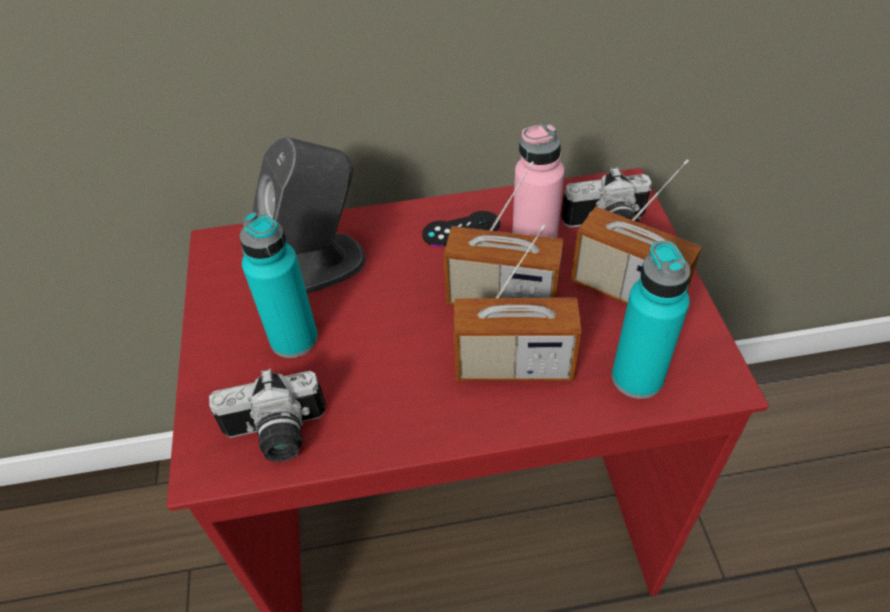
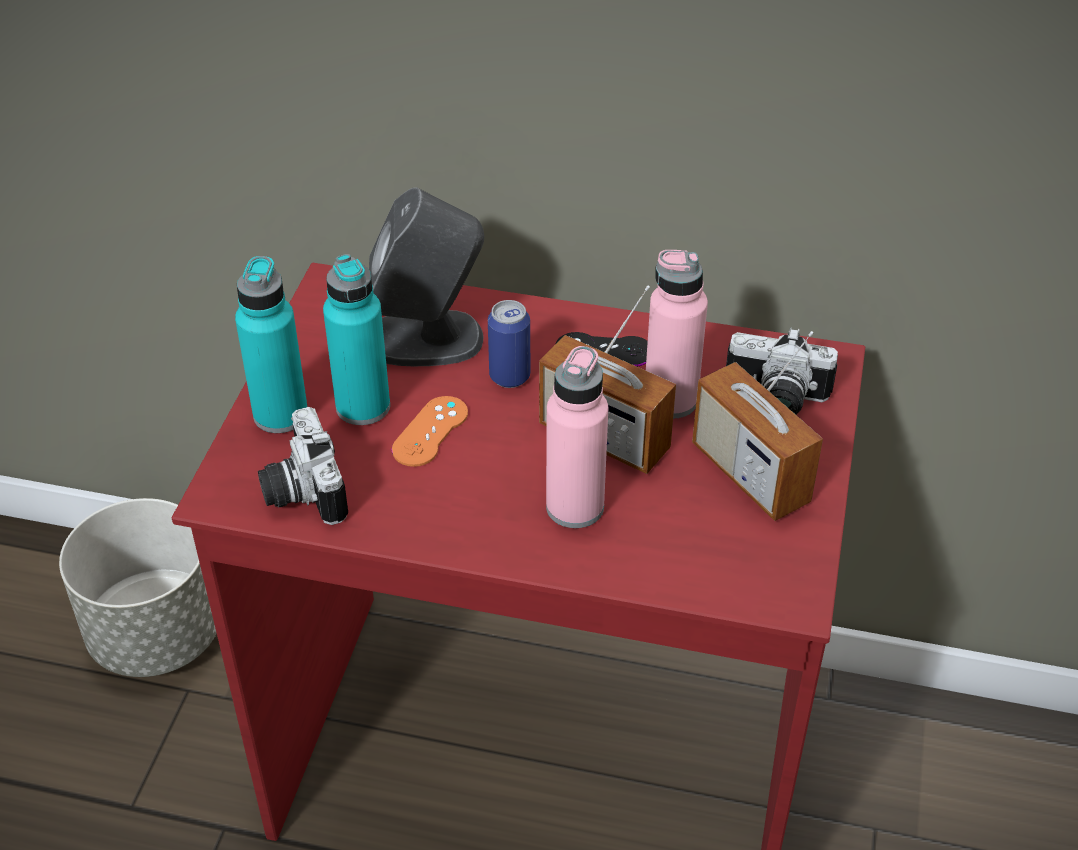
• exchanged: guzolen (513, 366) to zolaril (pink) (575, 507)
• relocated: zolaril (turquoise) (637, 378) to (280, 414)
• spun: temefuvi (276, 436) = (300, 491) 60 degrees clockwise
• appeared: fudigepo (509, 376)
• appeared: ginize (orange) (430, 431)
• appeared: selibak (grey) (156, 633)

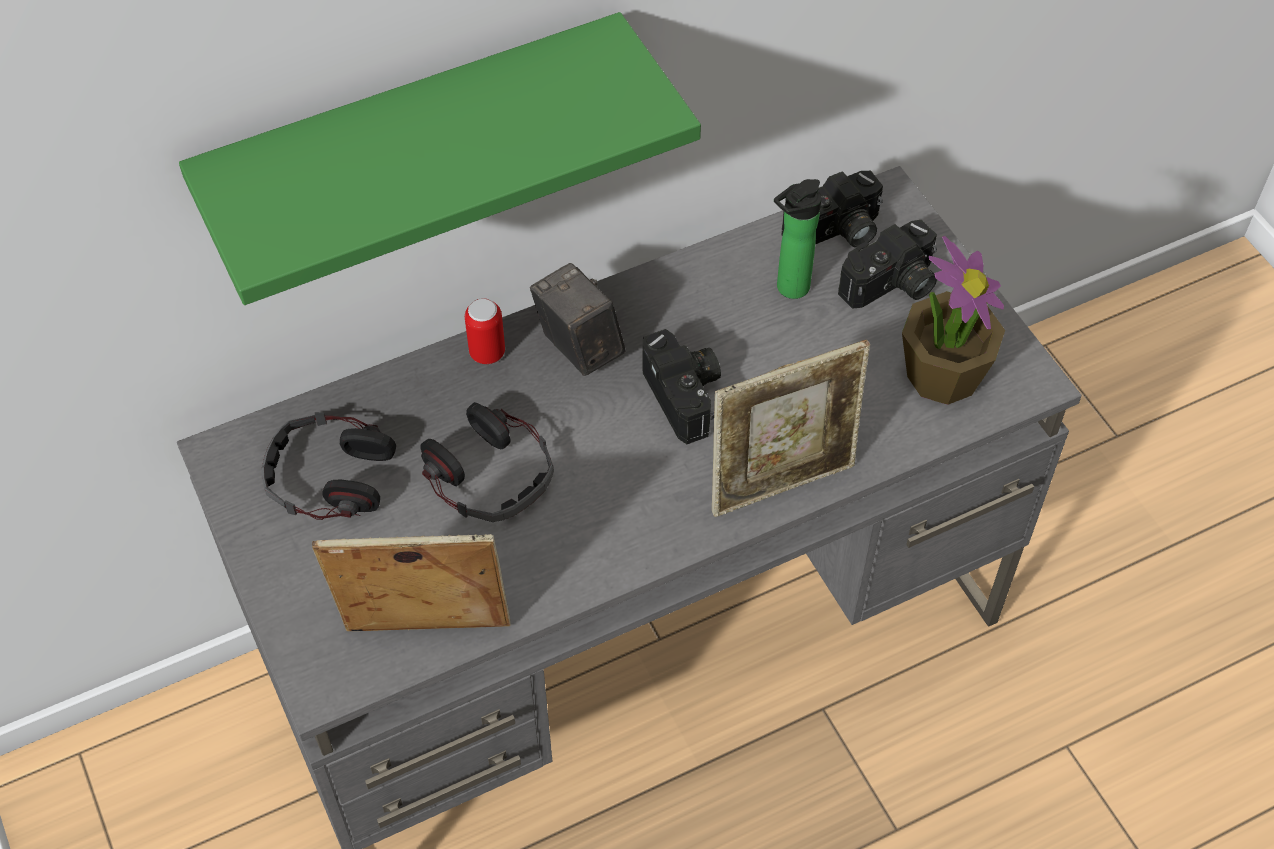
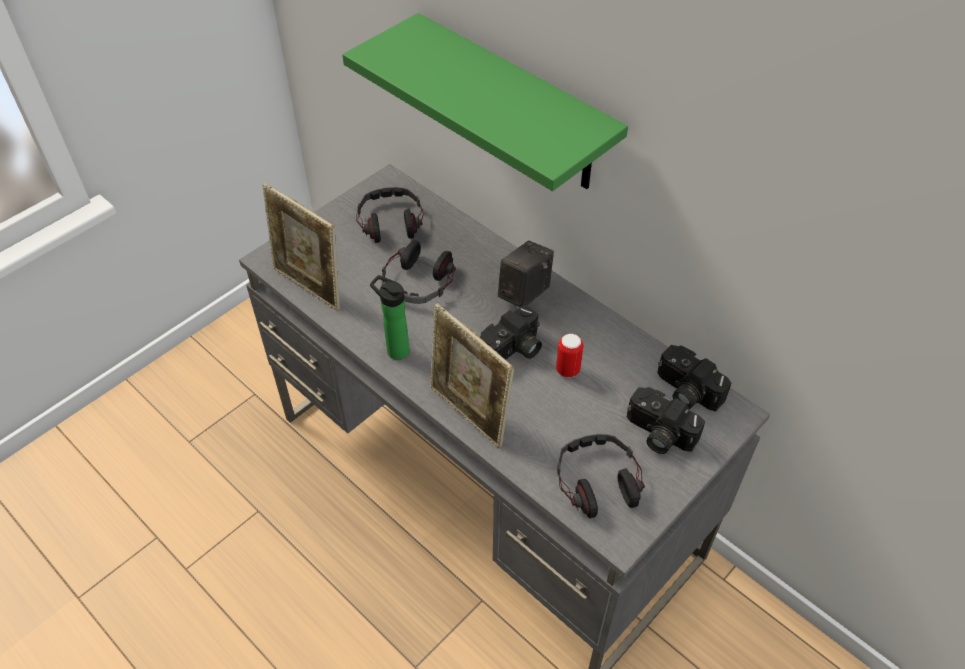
• relocated: zolaril (789, 289) to (395, 350)
• exchanged: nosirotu (942, 375) to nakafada (597, 481)
• relocated: fudigepo (487, 353) to (567, 370)
• spun: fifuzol (426, 633) = (309, 287) 150 degrees clockwise

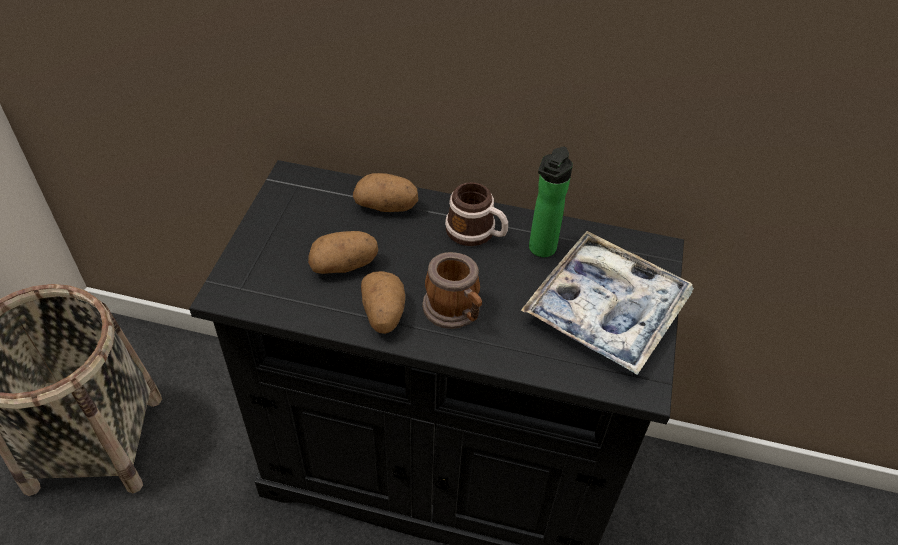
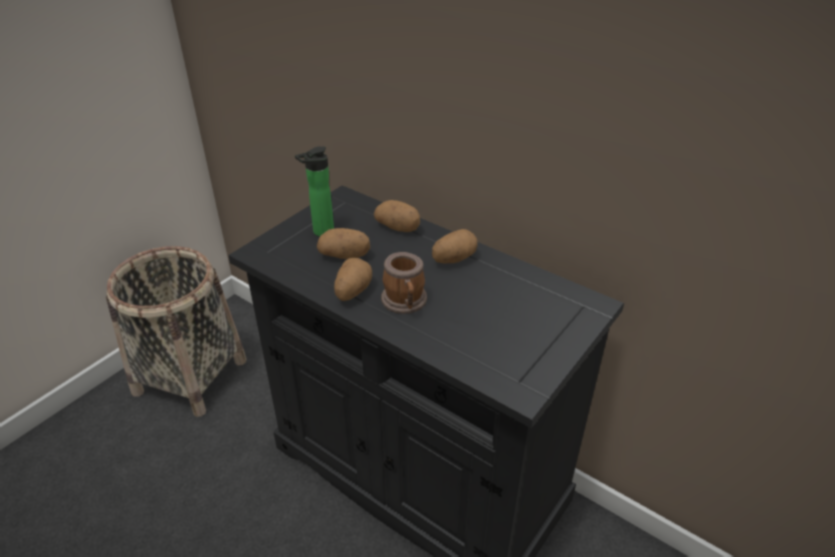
• relocated: zolaril (540, 250) to (320, 232)
• exchanged: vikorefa (476, 233) to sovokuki (454, 259)
• missing: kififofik (606, 310)

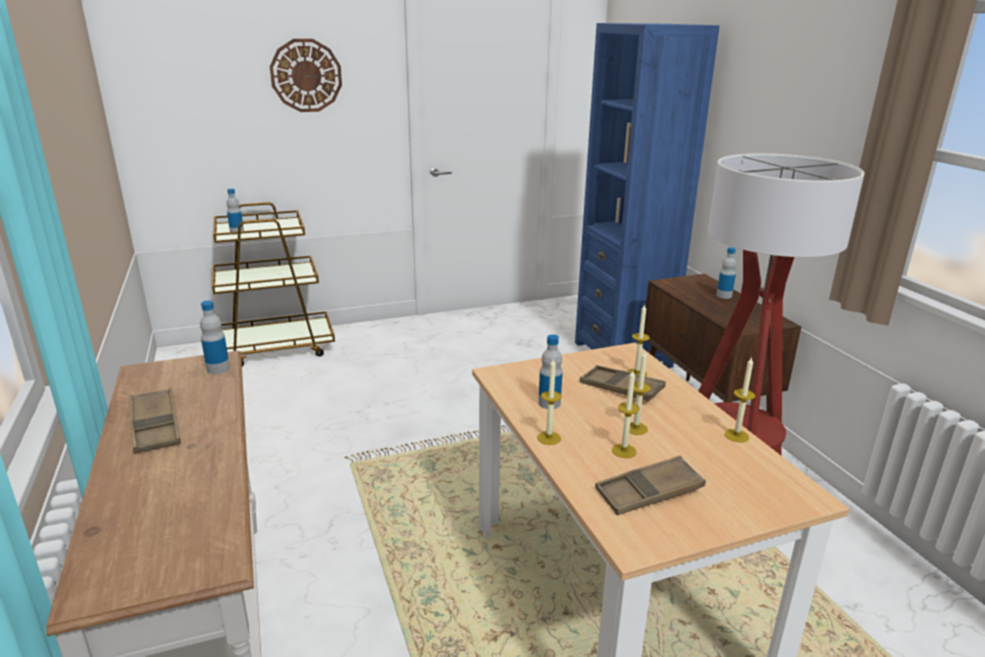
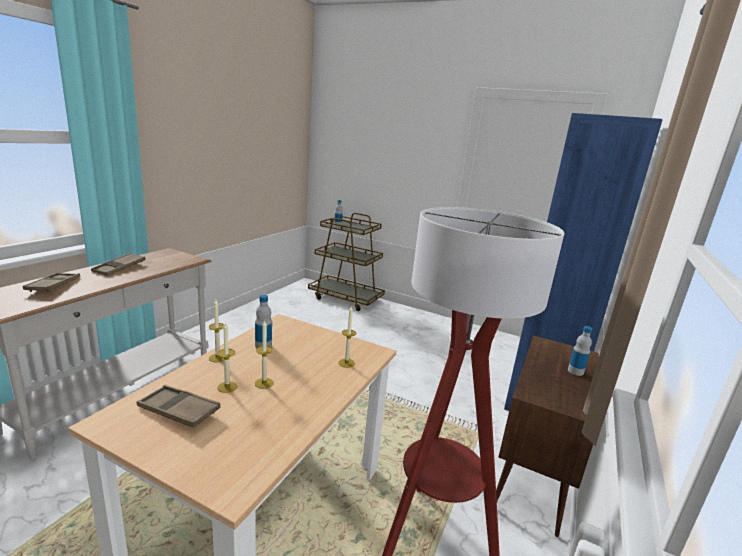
• missing: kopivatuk (306, 75)
• missing: zolaril (218, 369)
• missing: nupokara (736, 435)
• relocated: kififofik (brown) (621, 388) to (54, 285)

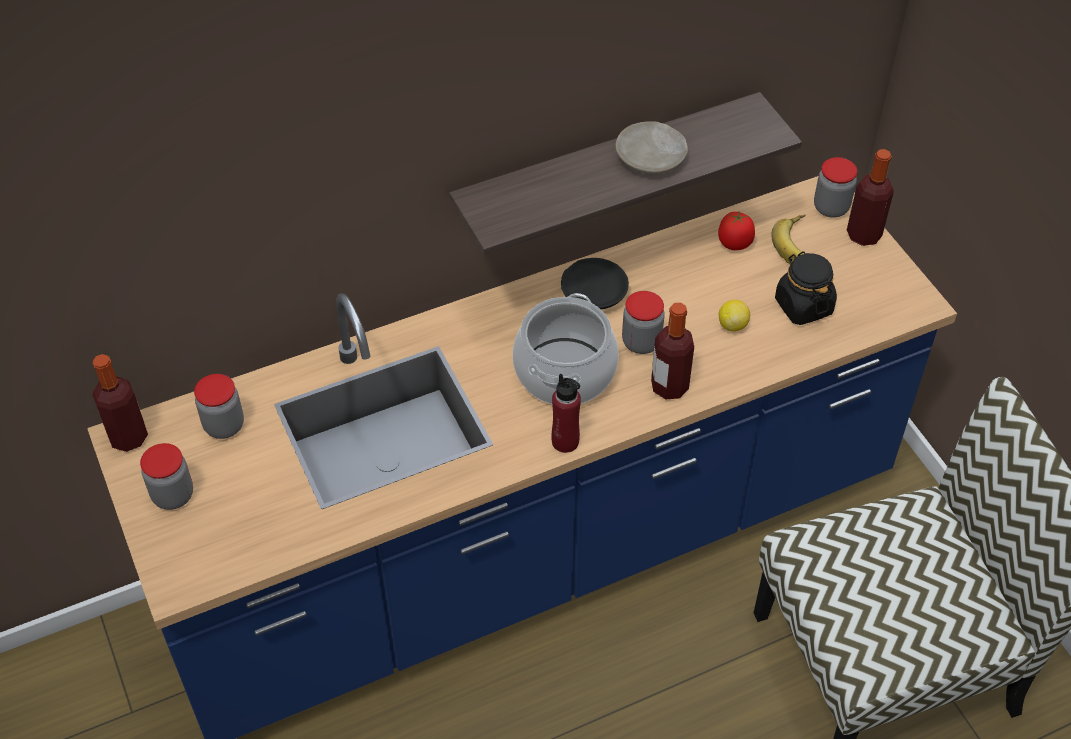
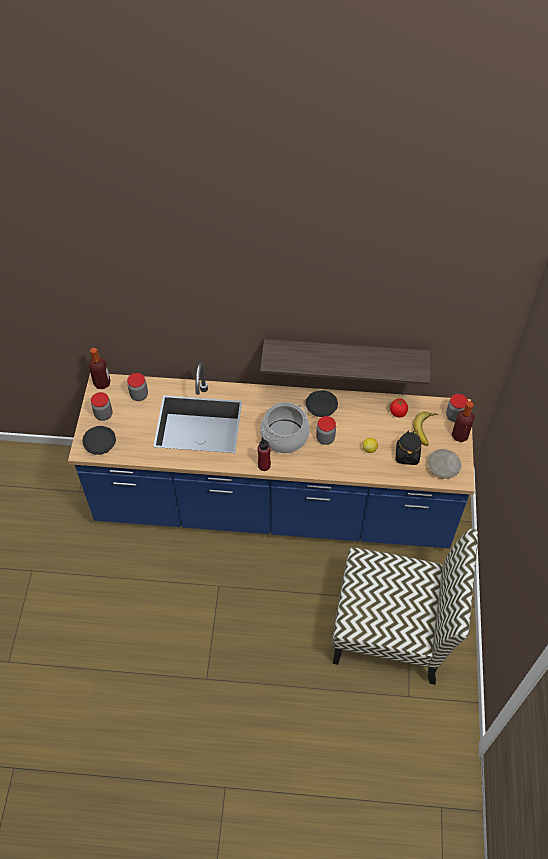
• relocated: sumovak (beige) (651, 157) to (443, 467)
• missing: zolaril (669, 386)
• appeared: sumovak (black) (100, 444)

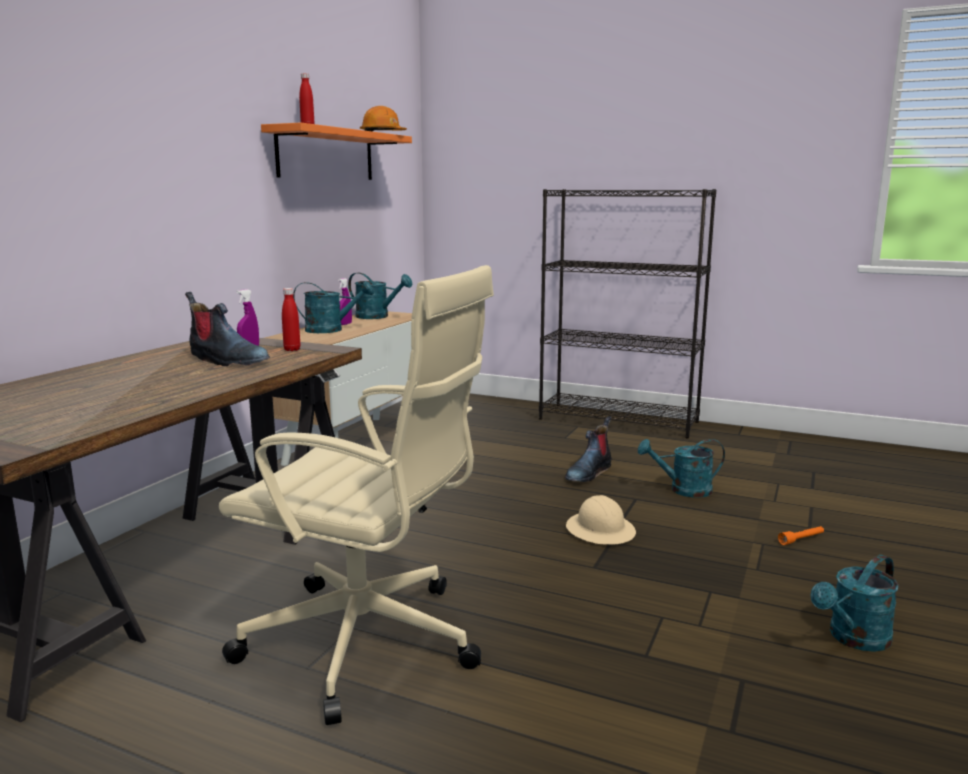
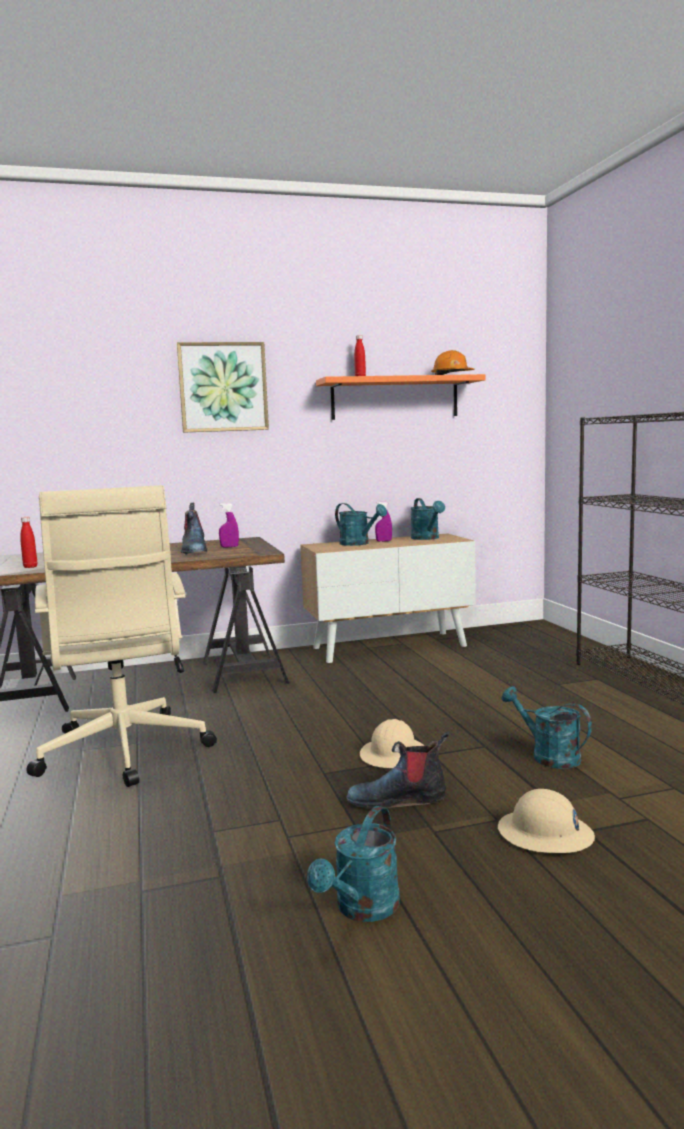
• relocated: zolaril (red) (292, 350) to (30, 567)
• relocated: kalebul (588, 473) to (398, 799)
• exchanged: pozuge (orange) (801, 539) to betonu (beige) (545, 834)
• spun: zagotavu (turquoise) (853, 639) = (362, 909) 75 degrees counterclockwise
• appeared: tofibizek (223, 387)

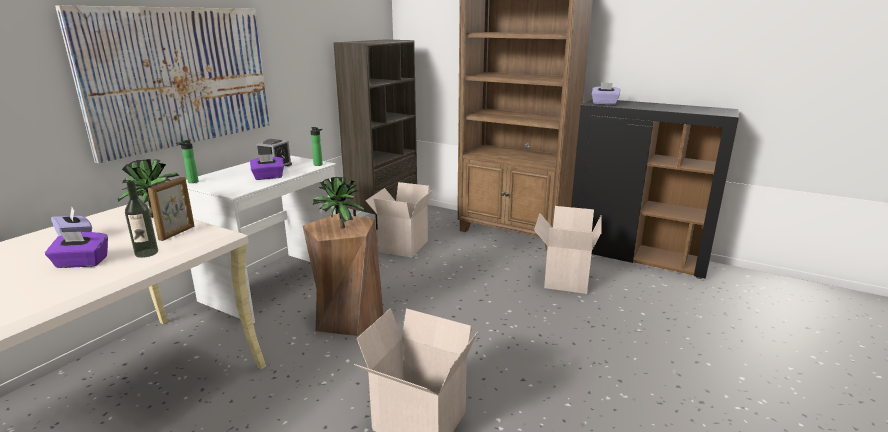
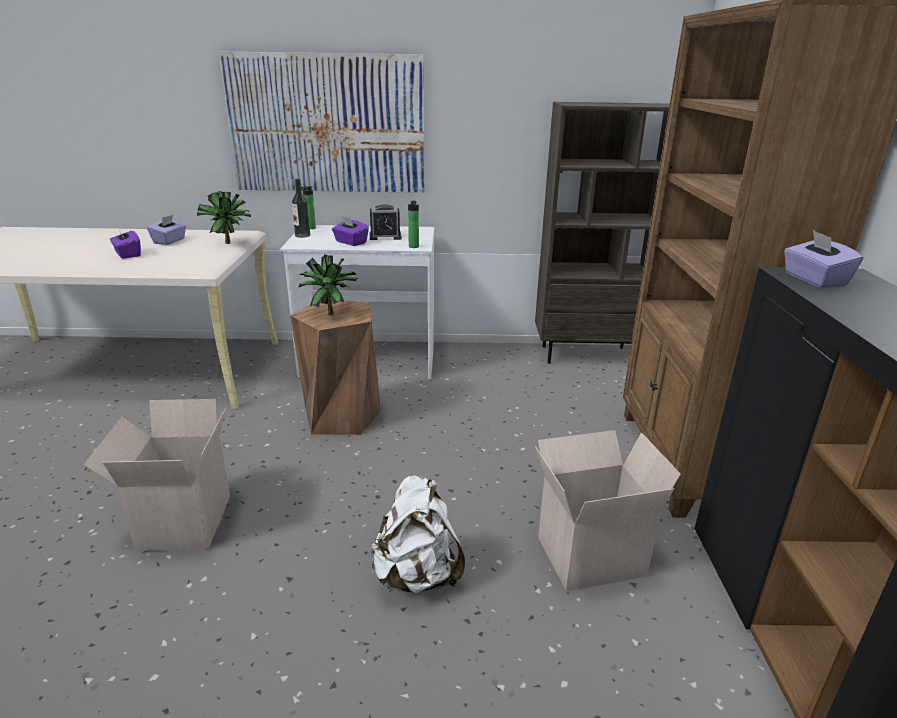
• missing: fifuzol (177, 233)
• relocated: zolaril (146, 253) to (302, 235)
• missing: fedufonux (402, 246)
• appeared: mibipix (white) (417, 575)

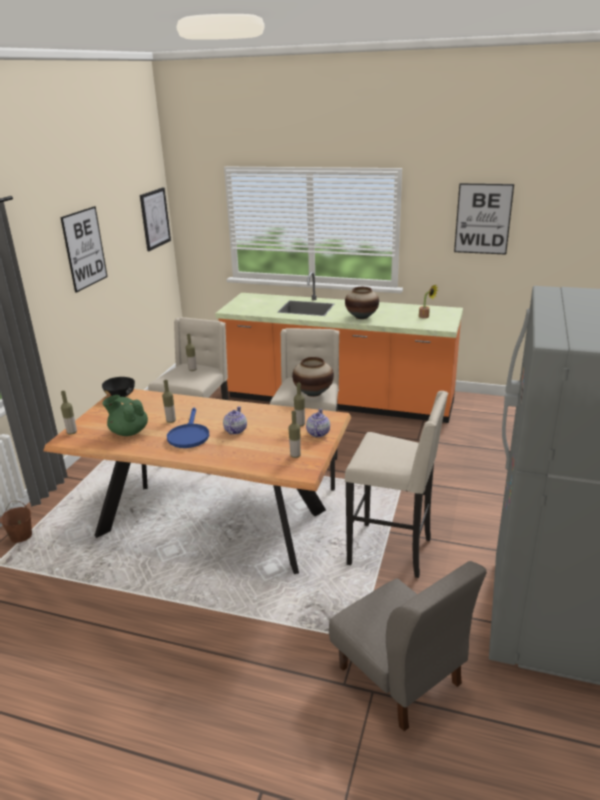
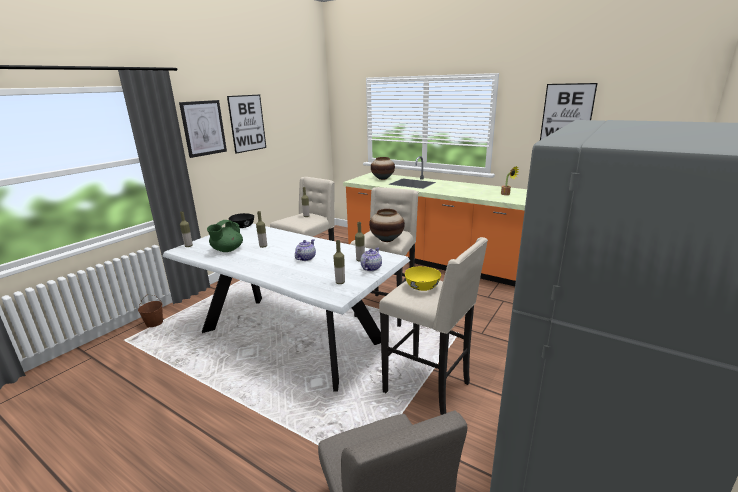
• relocated: tofibizek (155, 219) to (203, 128)
• relocated: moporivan (361, 317) to (383, 178)
• colour: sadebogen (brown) (212, 522) to sadebogen (white) (291, 336)
• spun: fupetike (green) (128, 432) = (227, 250) 105 degrees counterclockwise
• missing: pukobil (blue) (189, 435)
• appeared: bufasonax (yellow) (422, 287)

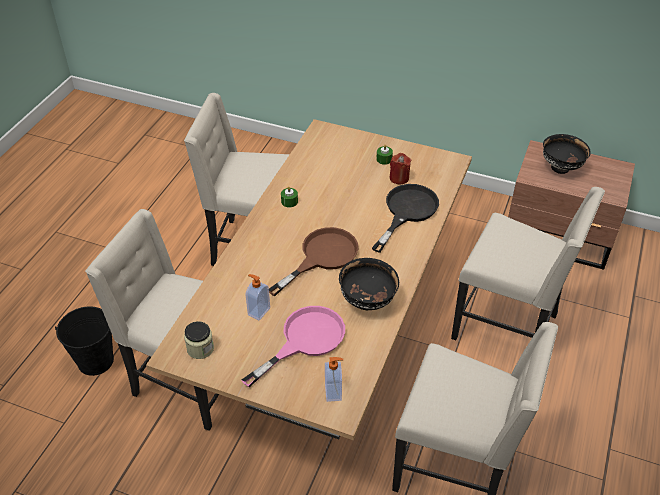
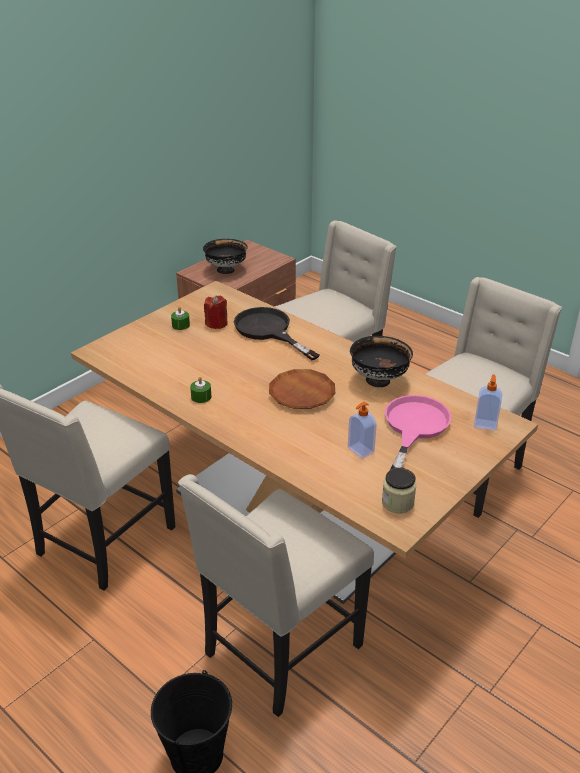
• exchanged: pukobil (brown) (322, 257) to sumovak (brown) (302, 393)
• spun: pukobil (pink) (305, 340) = (413, 428) 45 degrees clockwise

